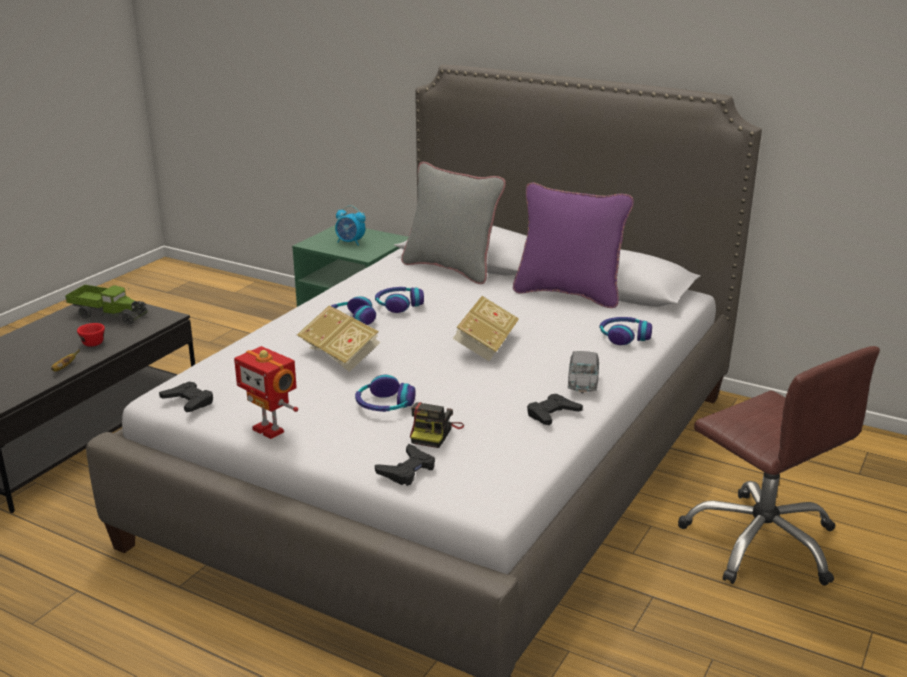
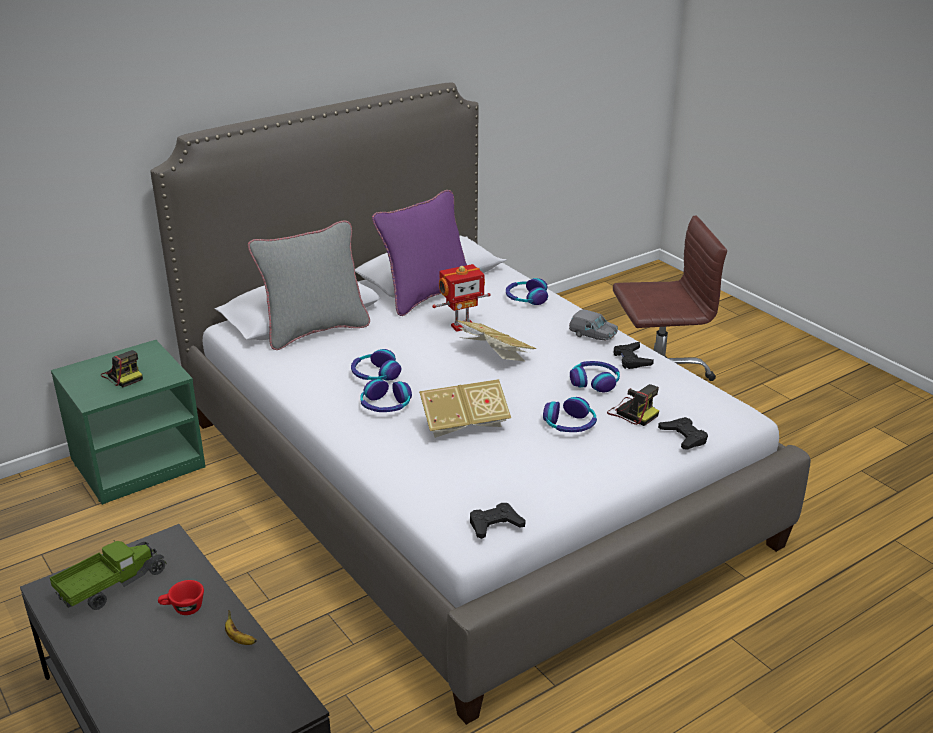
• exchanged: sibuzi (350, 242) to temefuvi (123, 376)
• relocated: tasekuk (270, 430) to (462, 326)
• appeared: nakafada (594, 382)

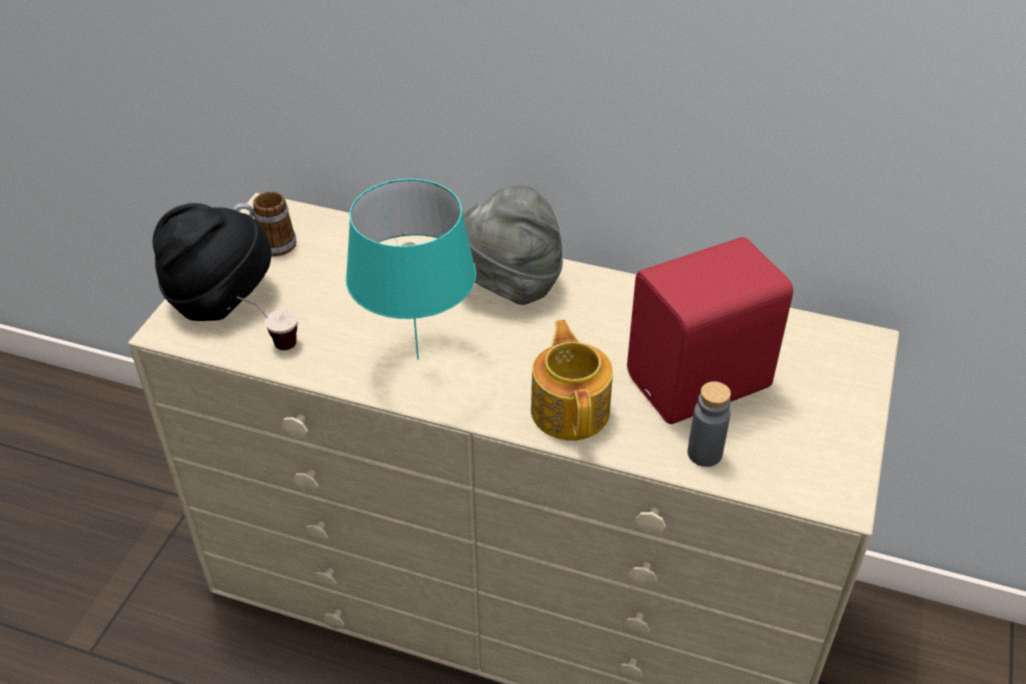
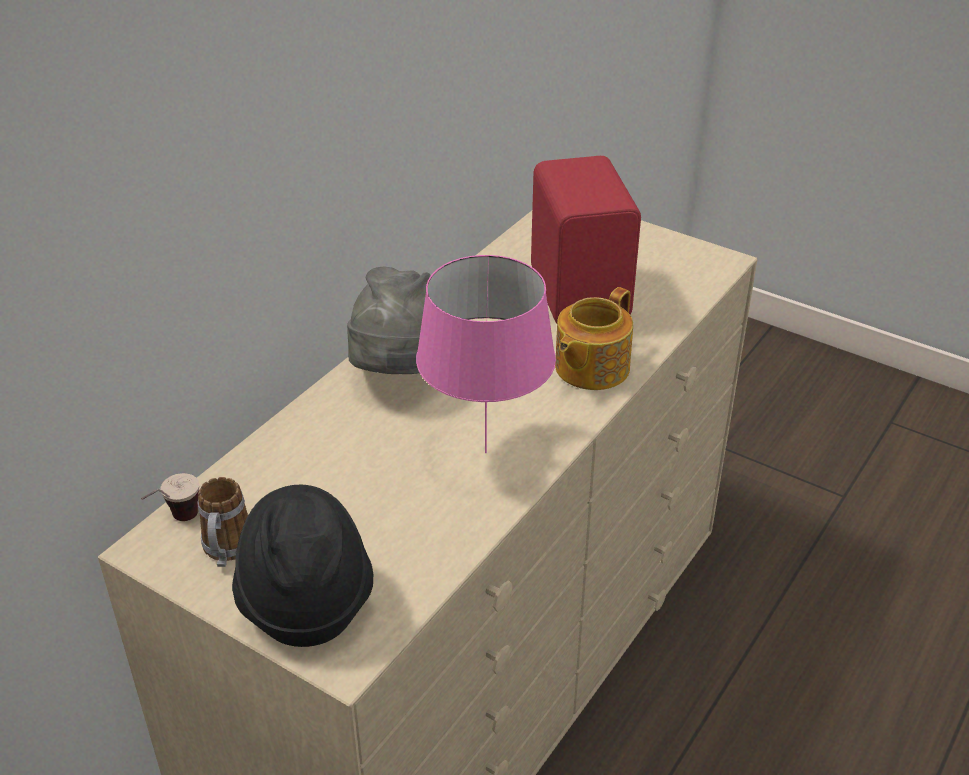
• colour: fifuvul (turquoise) (418, 360) to fifuvul (pink) (487, 452)
• relocated: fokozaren (273, 341) to (175, 523)
• spun: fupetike (571, 409) = (590, 368) 60 degrees counterclockwise
• missing: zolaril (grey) (704, 453)

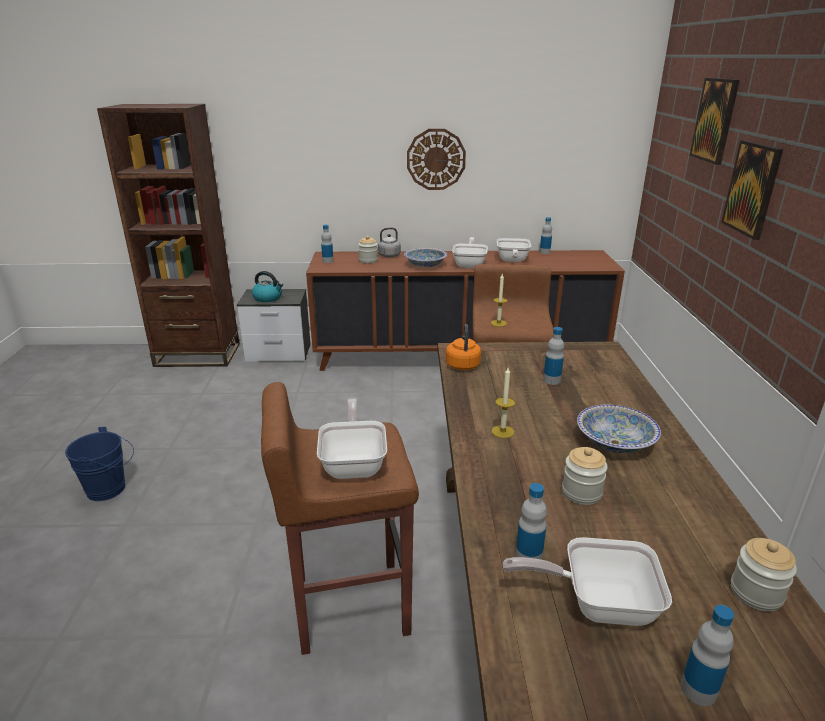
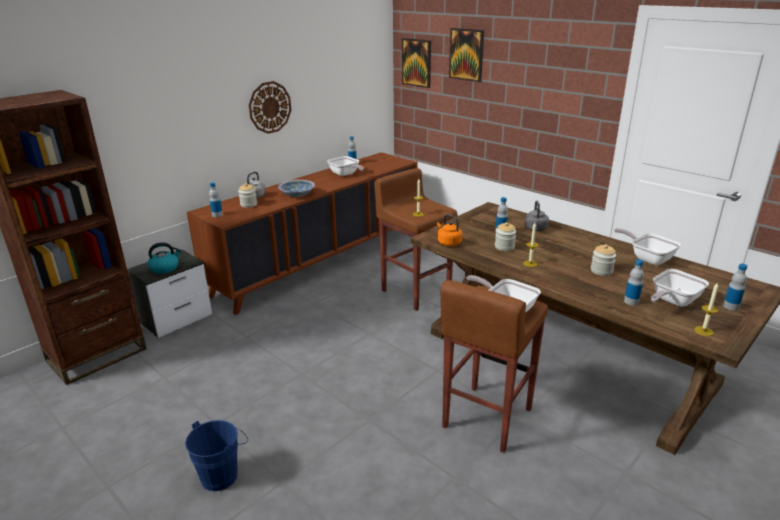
• relocated: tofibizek (752, 189) to (417, 62)
• relocated: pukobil (470, 264) to (648, 258)
• missing: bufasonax (615, 443)
• relocated: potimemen (756, 593) to (504, 247)
• appeared: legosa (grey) (536, 229)
• appeared: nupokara (703, 331)

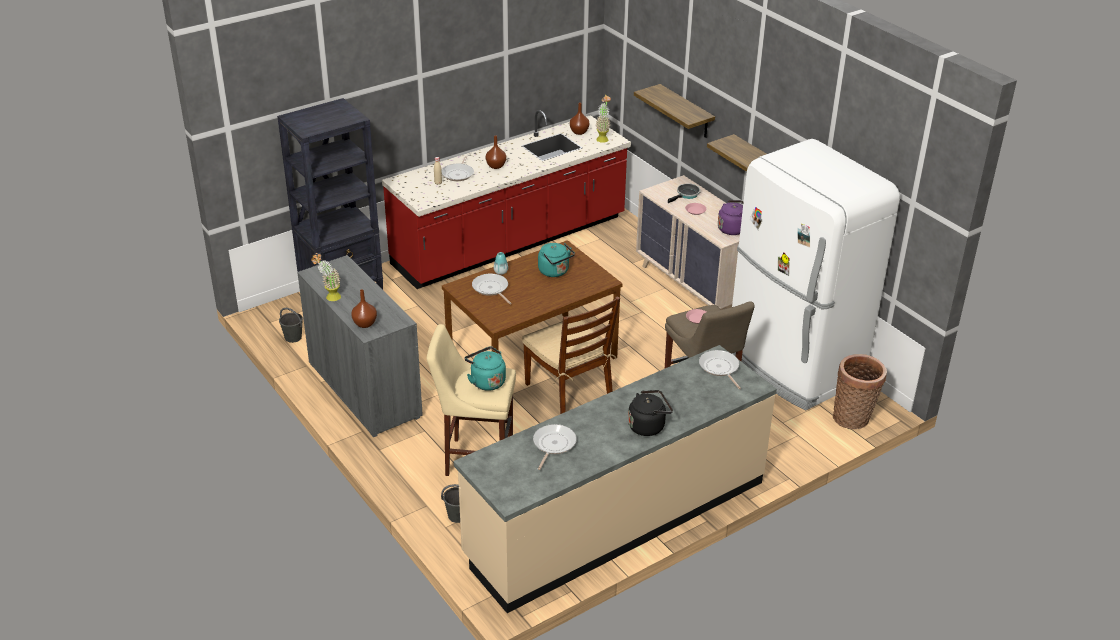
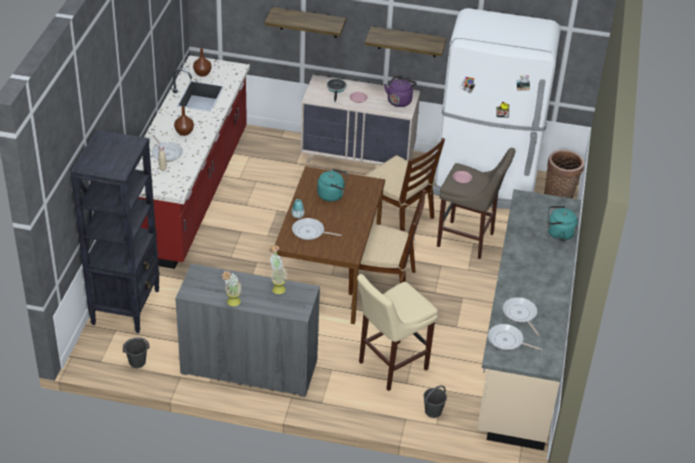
• relocated: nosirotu (603, 138) to (277, 287)
• missing: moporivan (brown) (365, 324)
• relocated: legosa (turquoise) (486, 381) to (558, 233)
• relocated: pukobil (719, 368) to (507, 341)
• missing: legosa (black) (648, 426)
• appeared: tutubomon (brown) (398, 216)

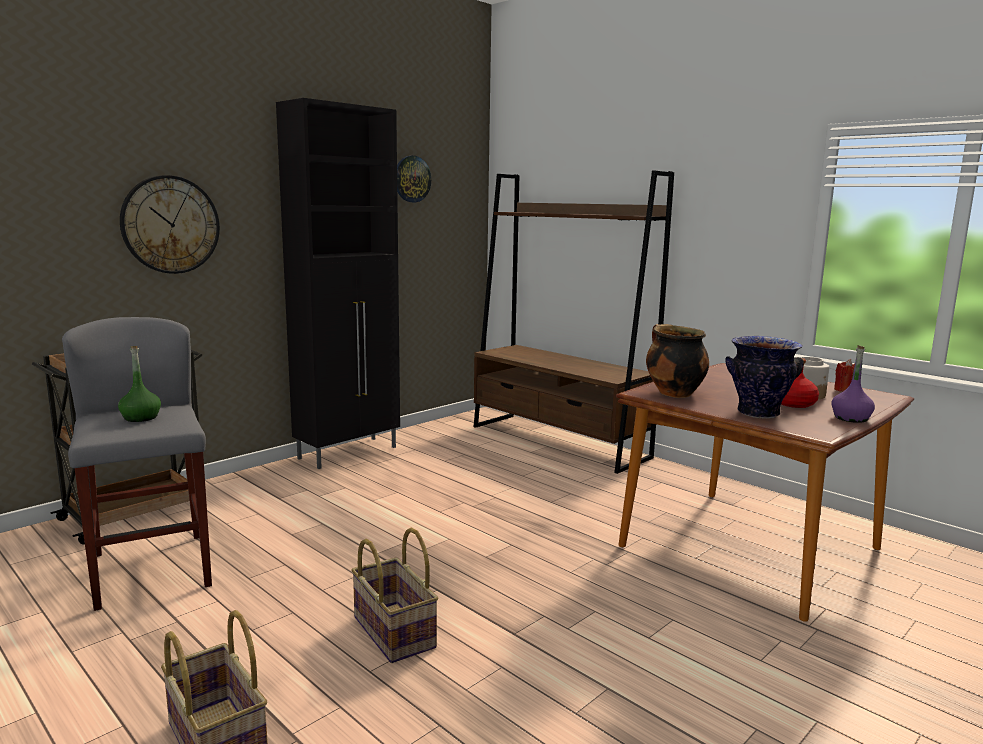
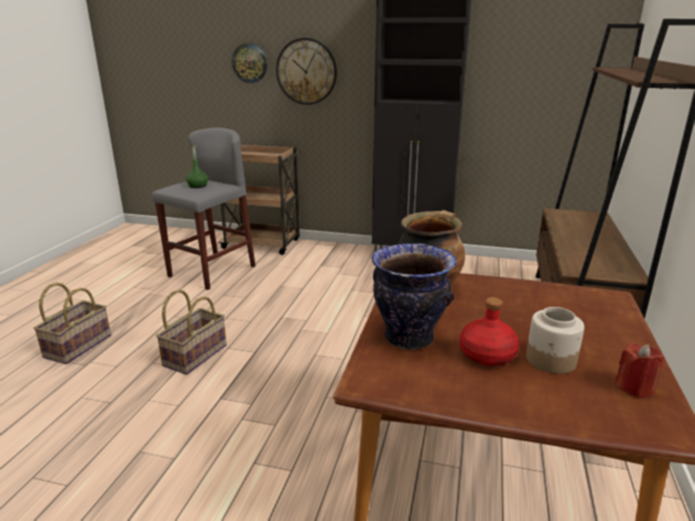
• relocated: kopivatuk (411, 179) to (250, 63)
• missing: zolaril (purple) (851, 418)

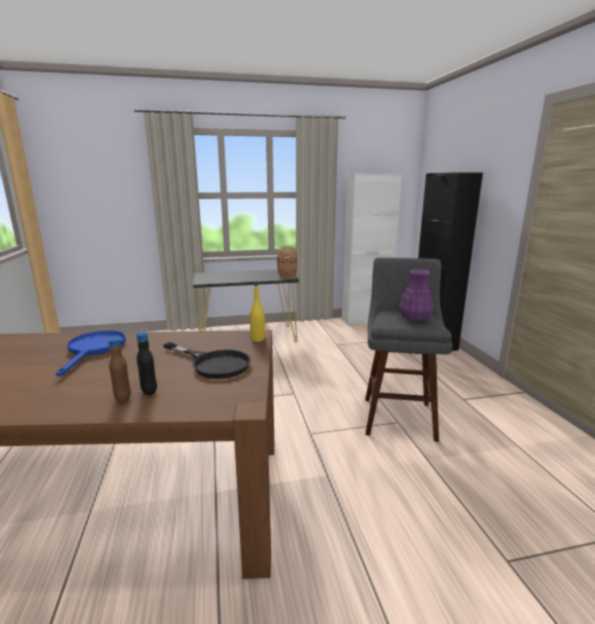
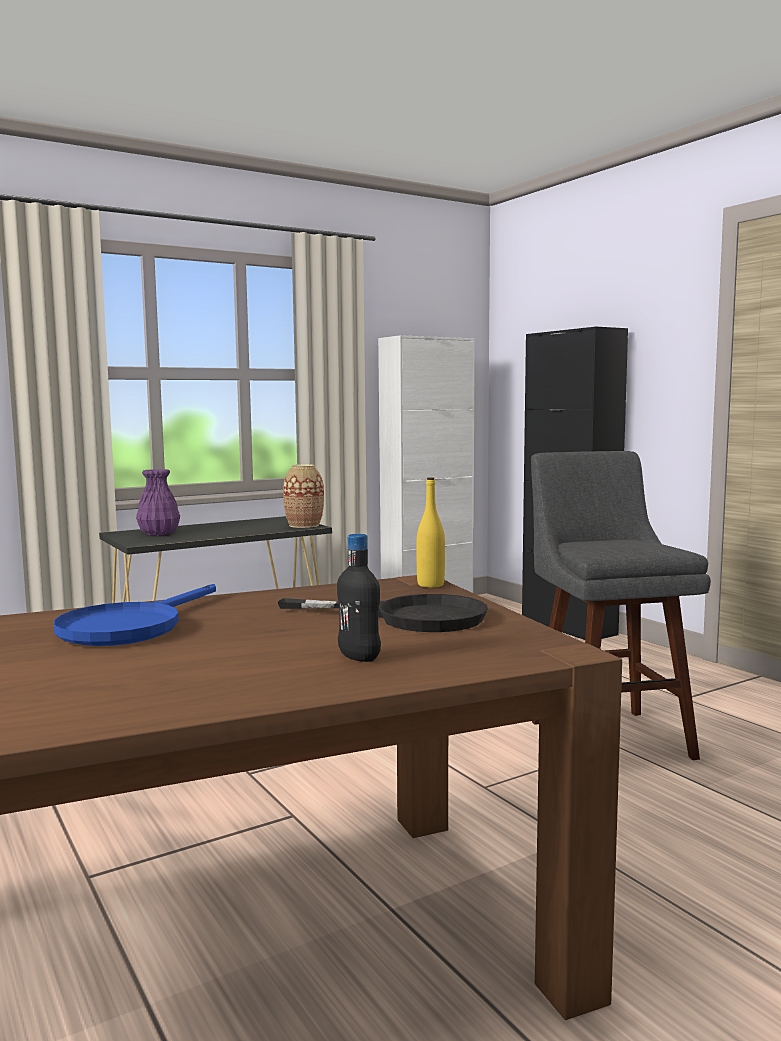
• relocated: moporivan (purple) (414, 319) to (158, 533)
• spun: pukobil (blue) (94, 350) = (130, 627) 135 degrees counterclockwise
• missing: zolaril (brown) (123, 398)

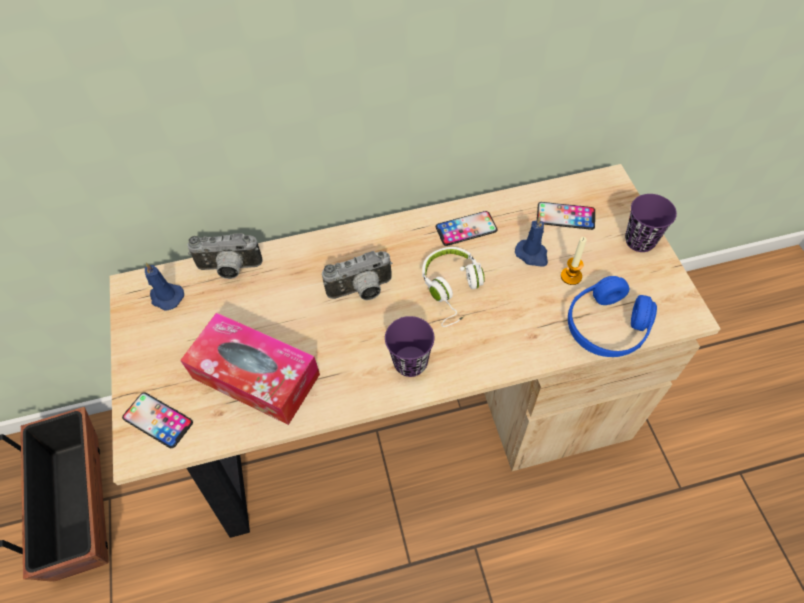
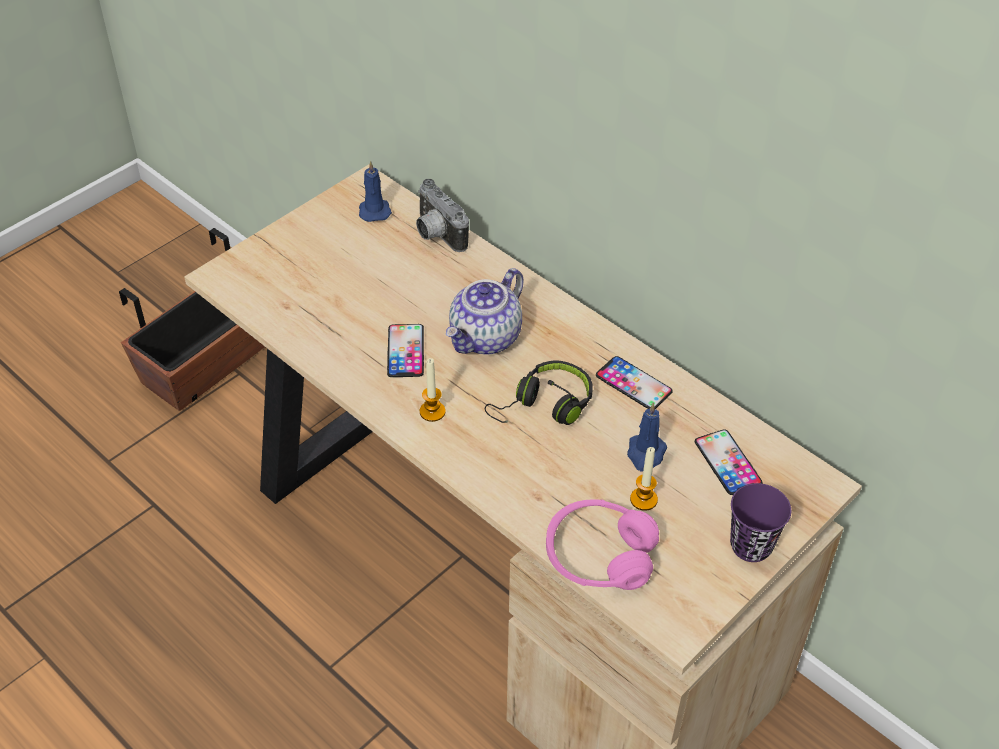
• colour: nakafada (white) (452, 289) to nakafada (black) (544, 406)
• exchanged: temefuvi (361, 291) to fupetike (486, 338)
• colour: nakafada (blue) (606, 326) to nakafada (pink) (599, 556)
• missing: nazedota (256, 376)
• exchanged: fokozaren (purple) (410, 362) to nupokara (432, 412)
• relocated: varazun (158, 420) to (405, 351)

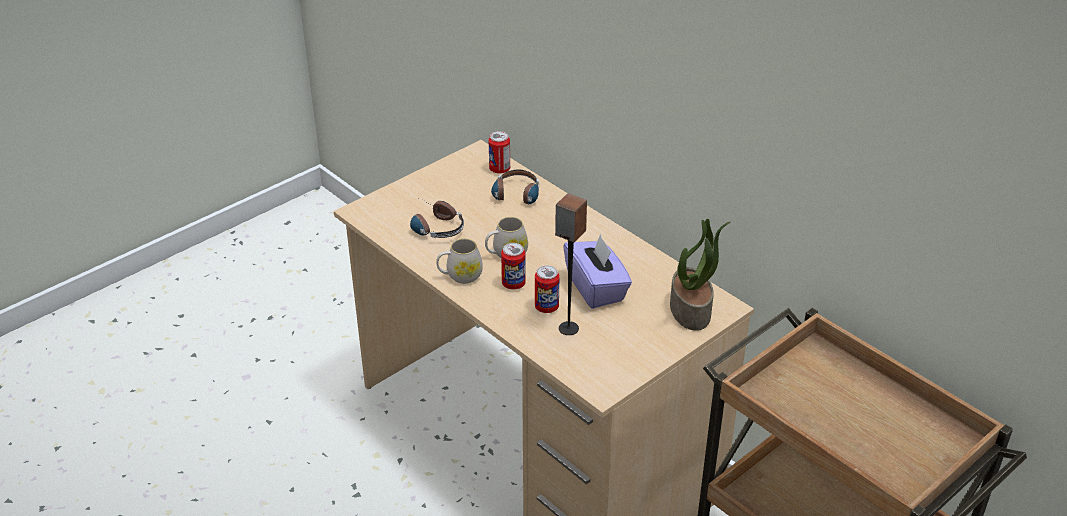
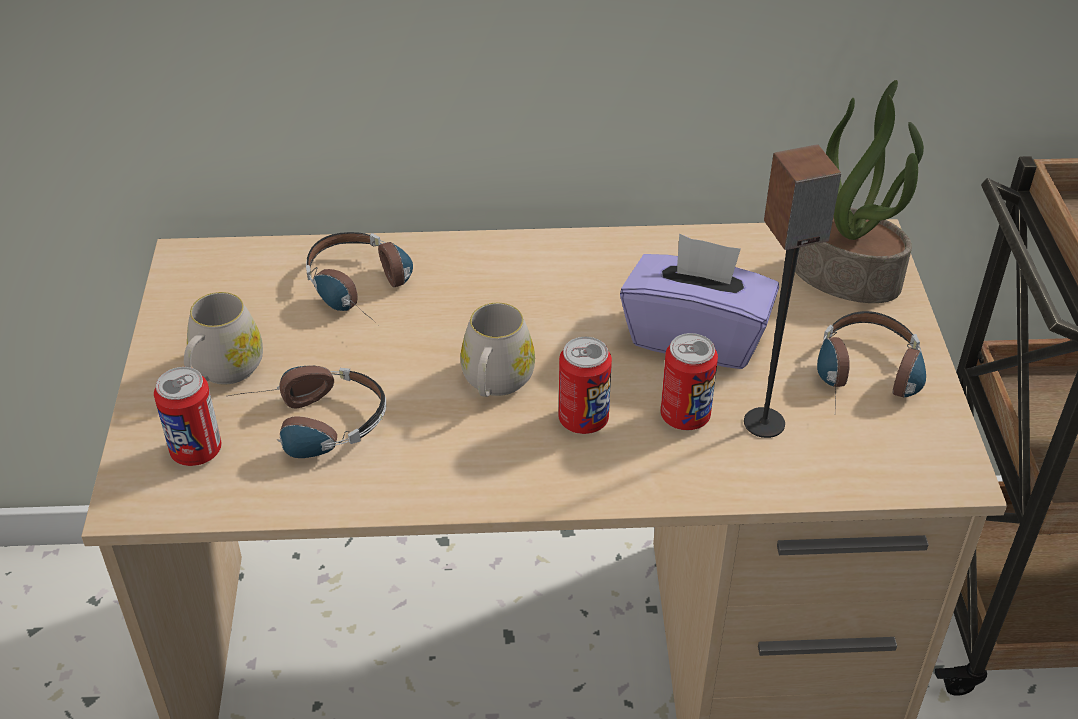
• relocated: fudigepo (499, 169) to (196, 451)
• relocated: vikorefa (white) (460, 276) to (223, 372)
• appeared: nakafada (867, 382)

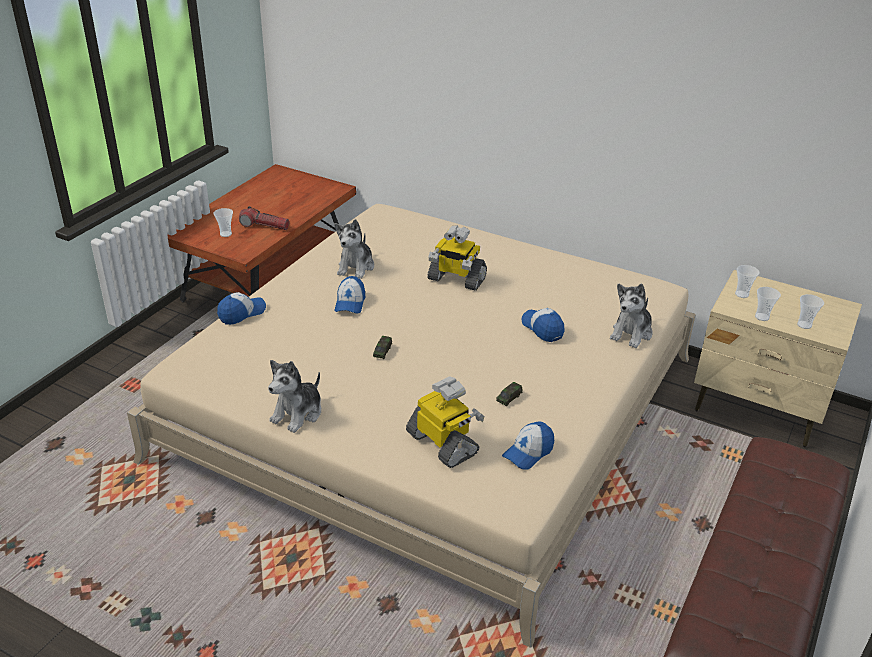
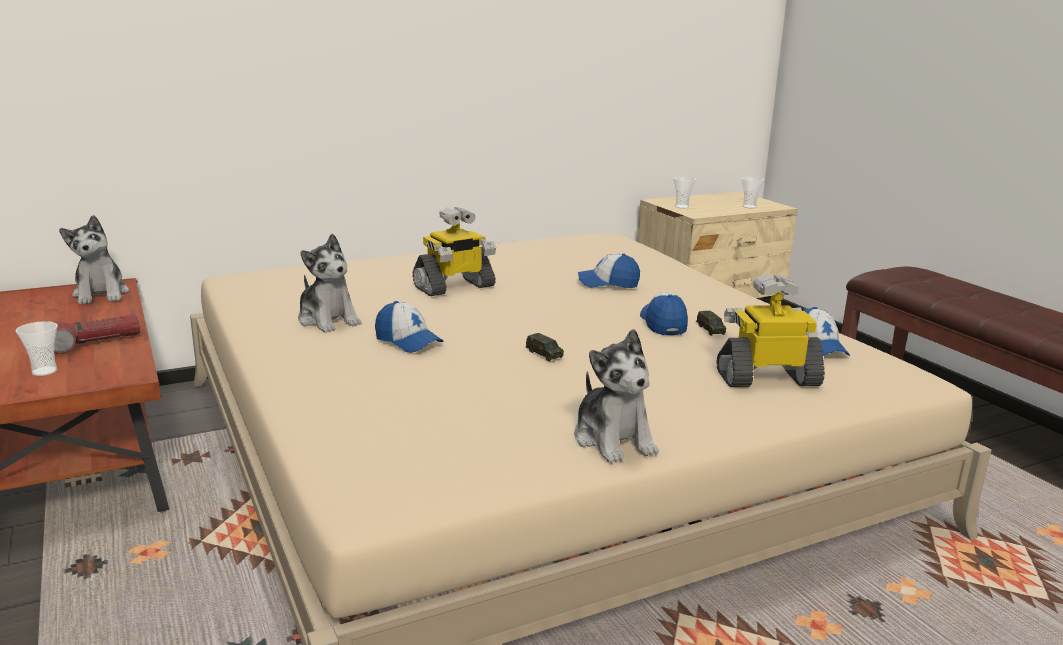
• relocated: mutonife (631, 333) to (101, 294)
• missing: fokozaren (762, 317)
• relocated: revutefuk (241, 313) to (663, 323)

